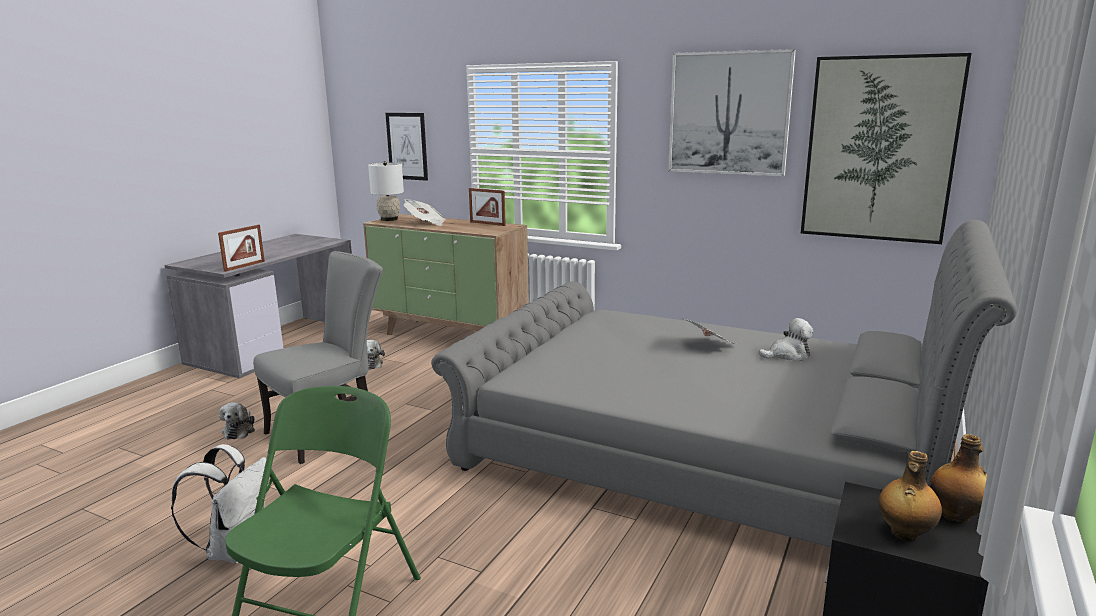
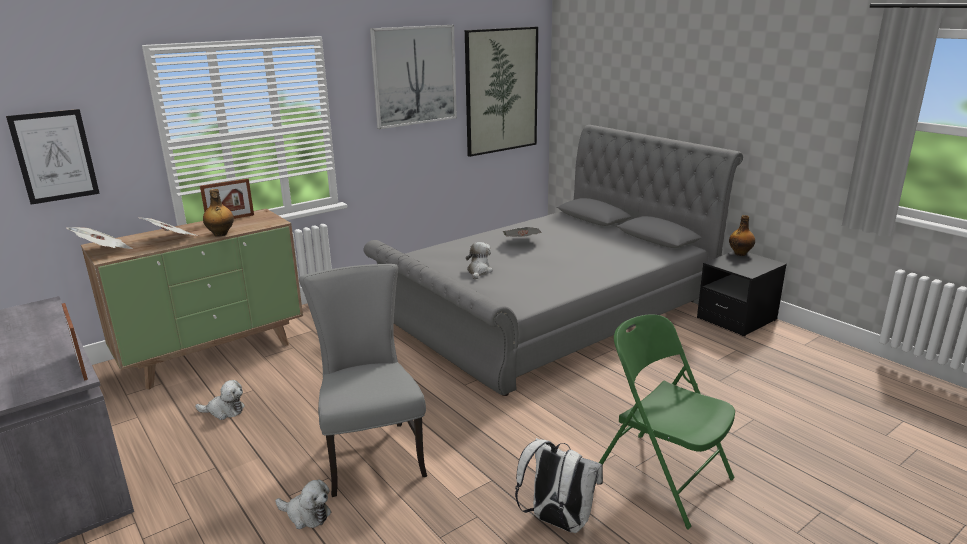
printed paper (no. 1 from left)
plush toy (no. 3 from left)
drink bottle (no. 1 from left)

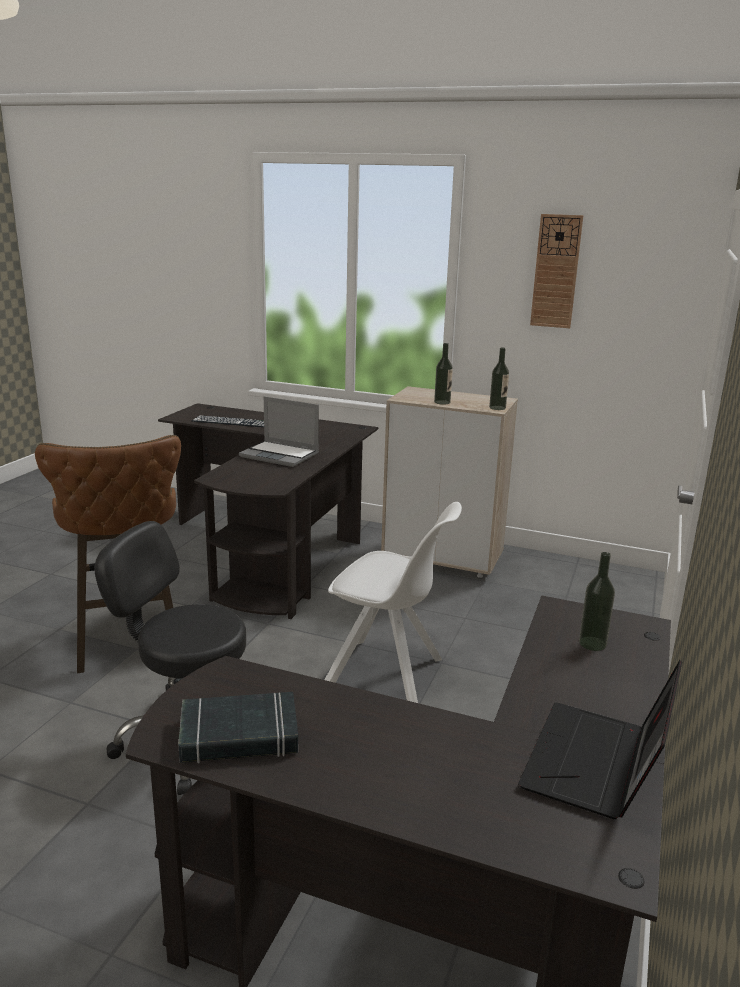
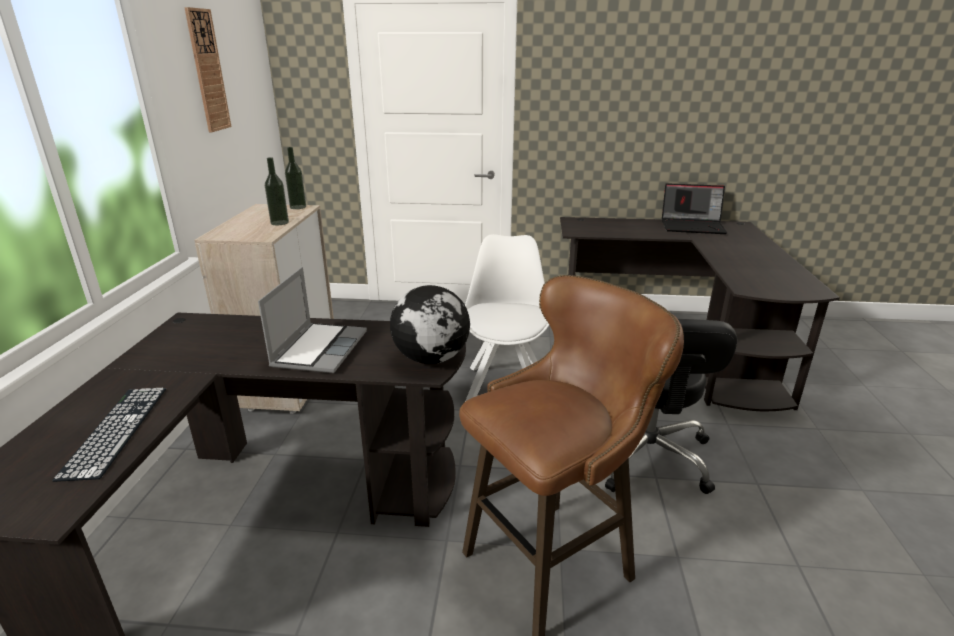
book (blackish)
drink bottle (no. 3 from left in the first image)
globe

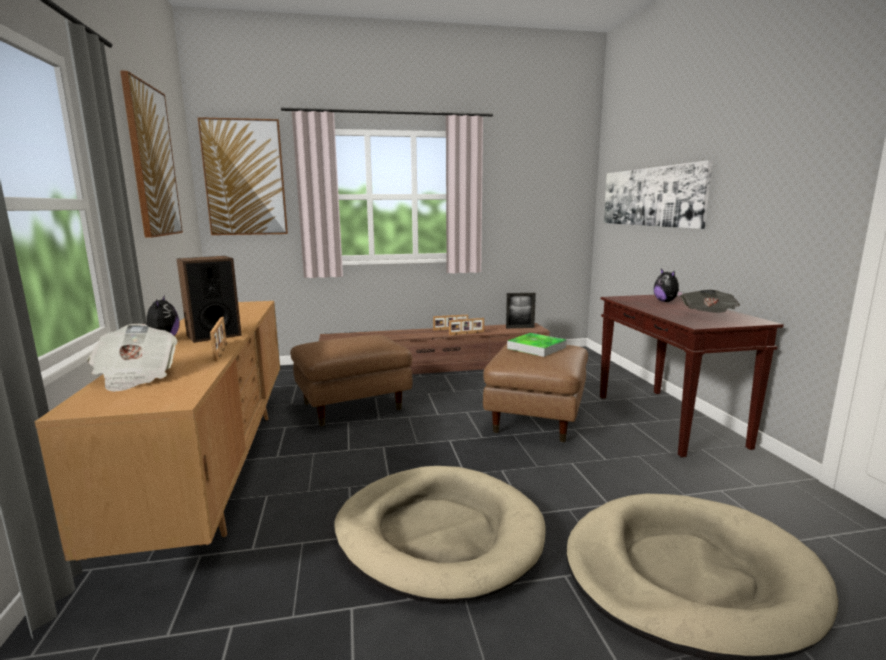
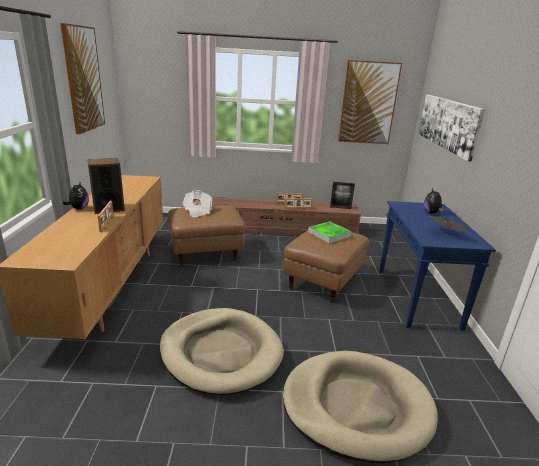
printed paper (no. 1 from left)
picture (no. 2 from left)
console table (bluish)

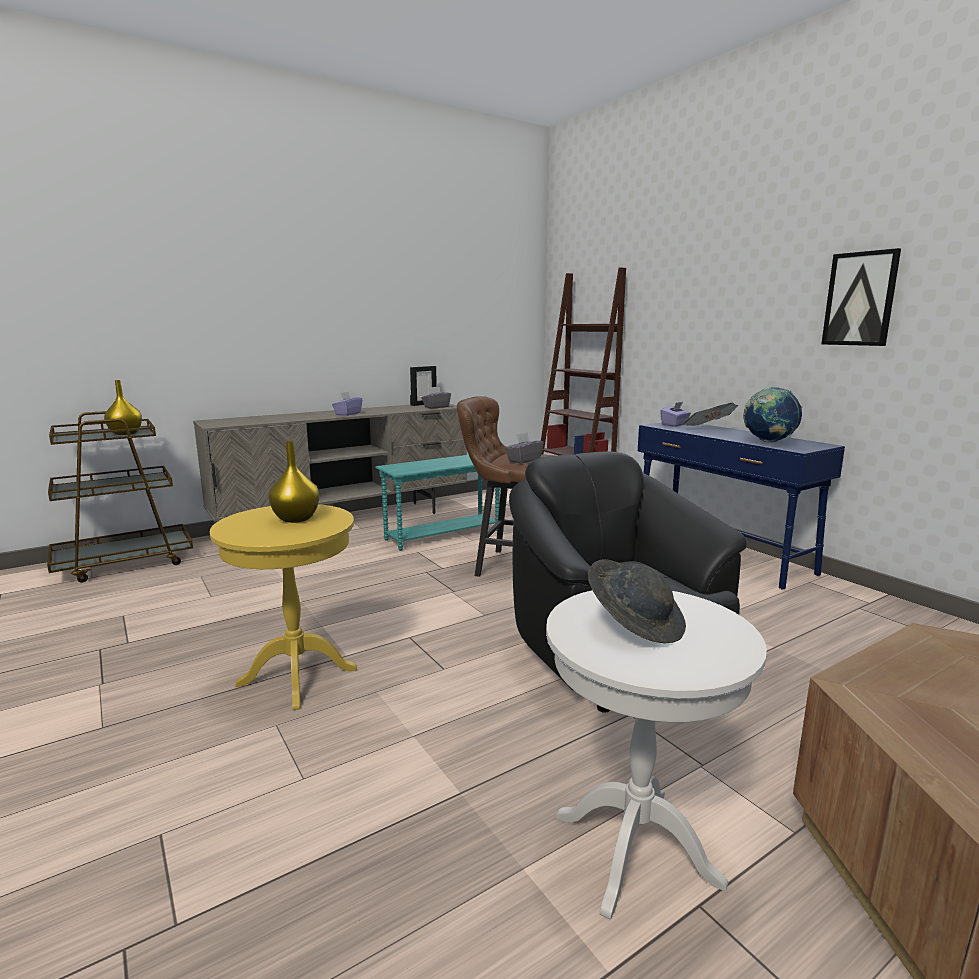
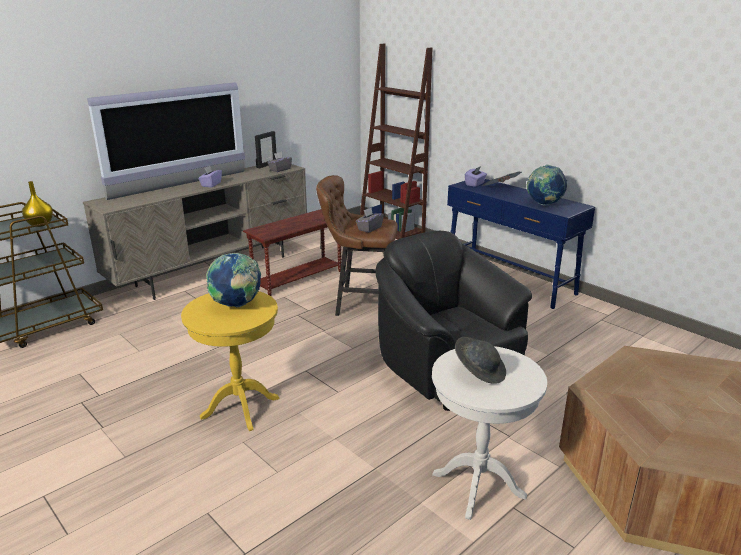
globe (no. 1 from left)
accent table (brownish)
picture
TV set

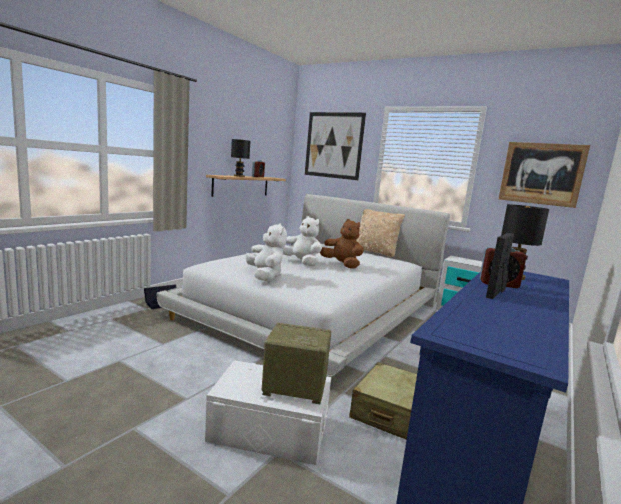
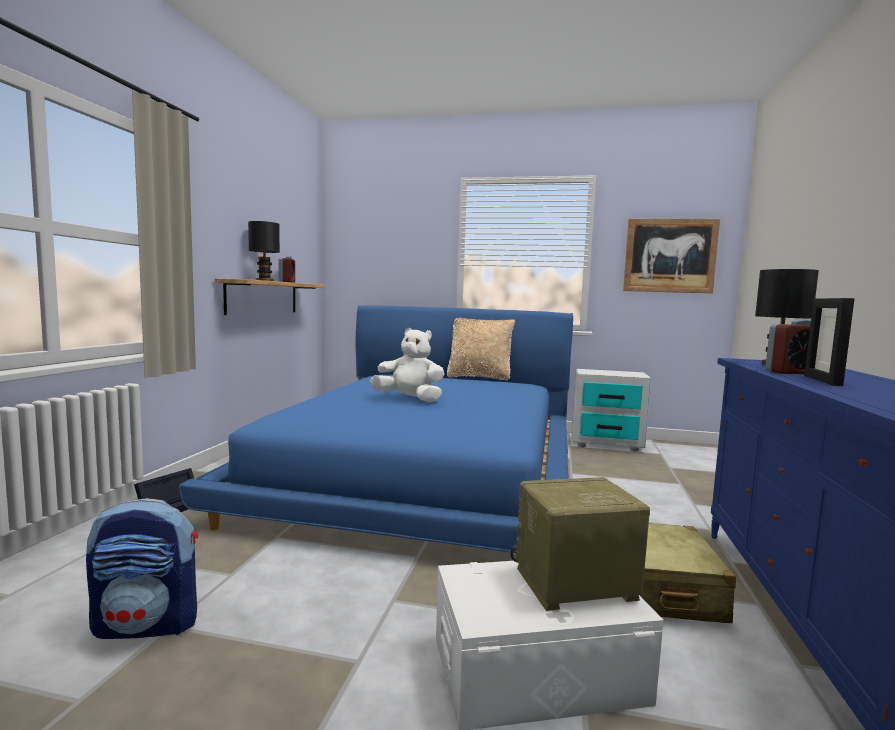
bed (bluish)
plush toy (white-coloured) (no. 1 from left in the first image)
picture (no. 1 from left in the first image)
plush toy (brownish)
backpack

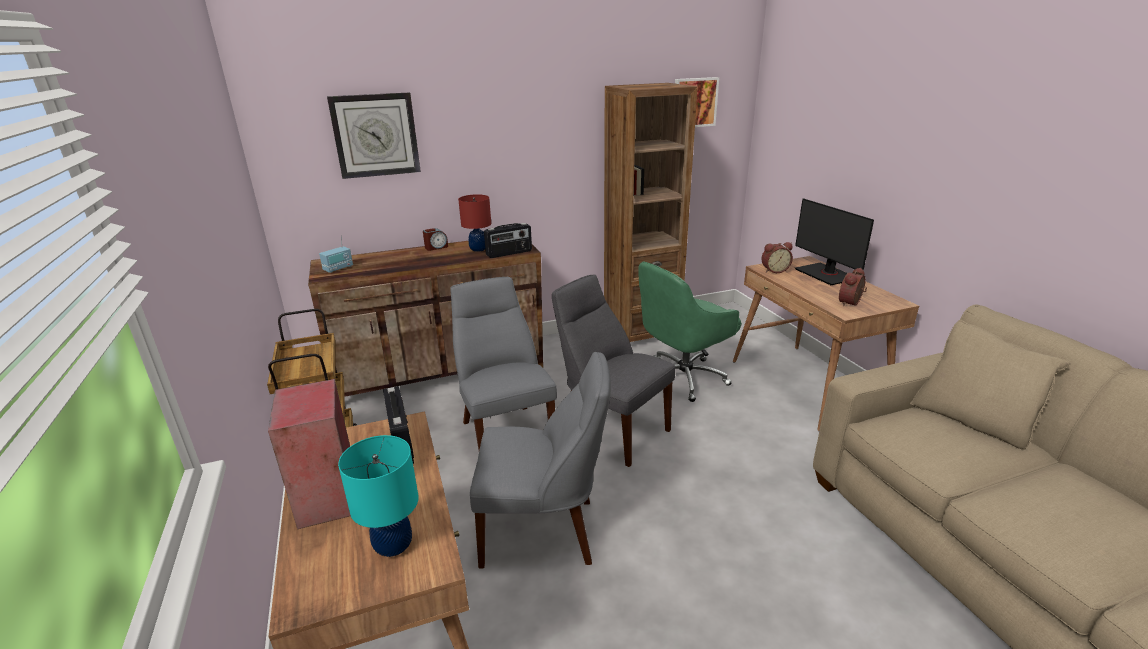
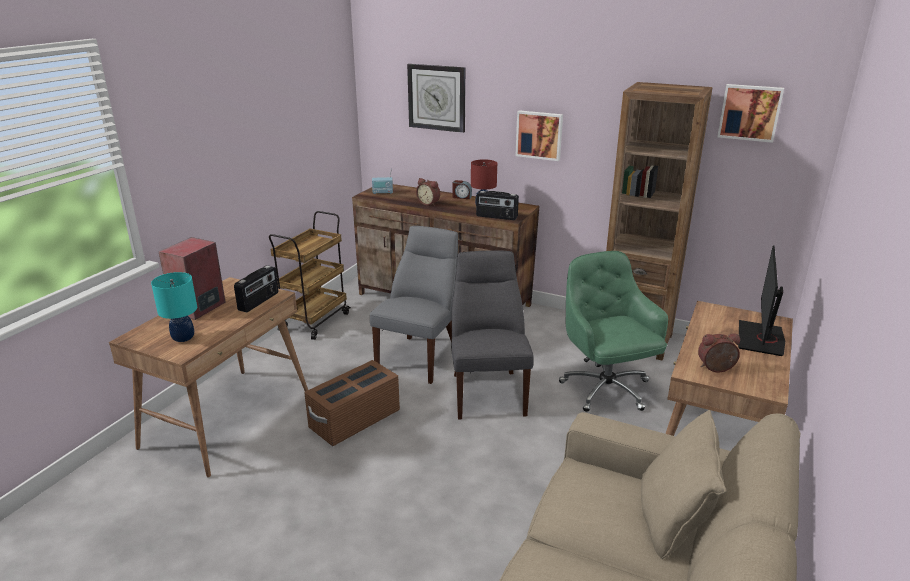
storage container (brownish)
computer chair (greenish)
bedside clock (no. 1 from left)
picture (no. 1 from left)

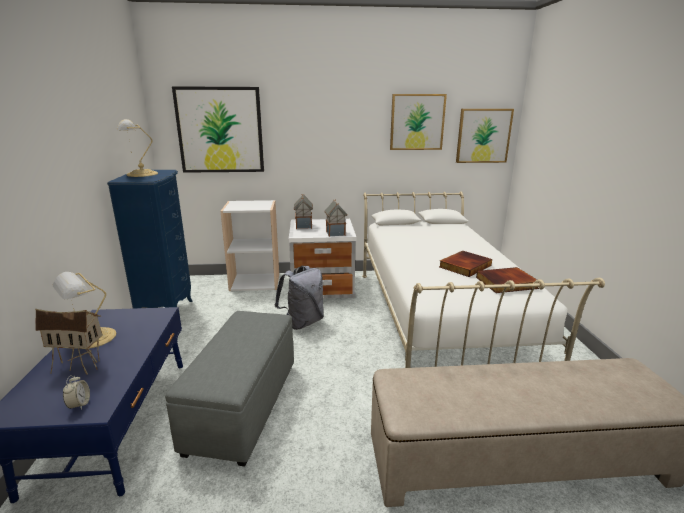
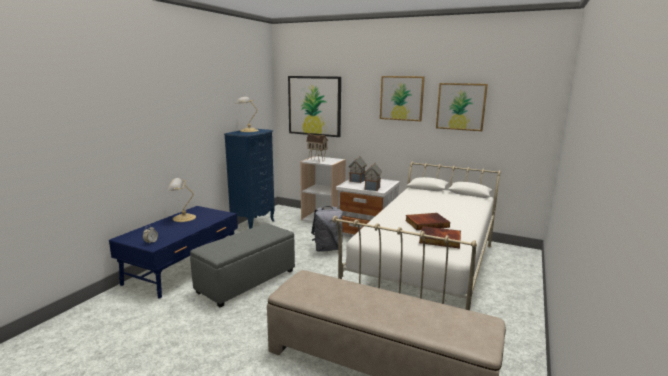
toy house (no. 1 from left)
picture (no. 2 from left)

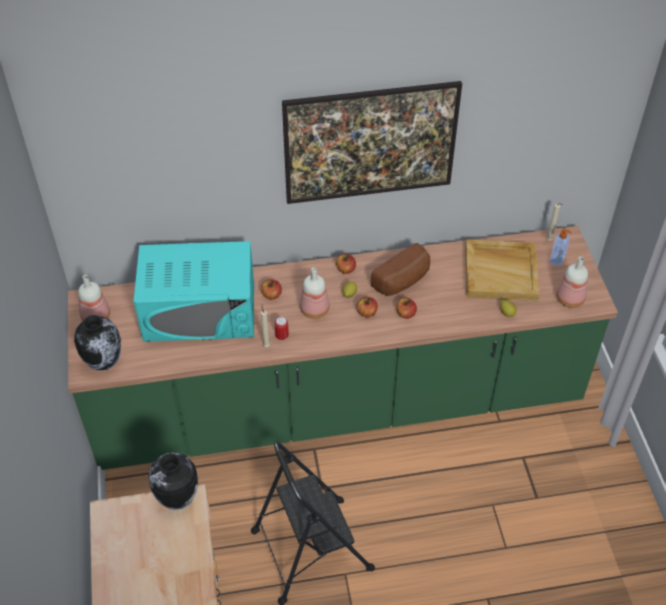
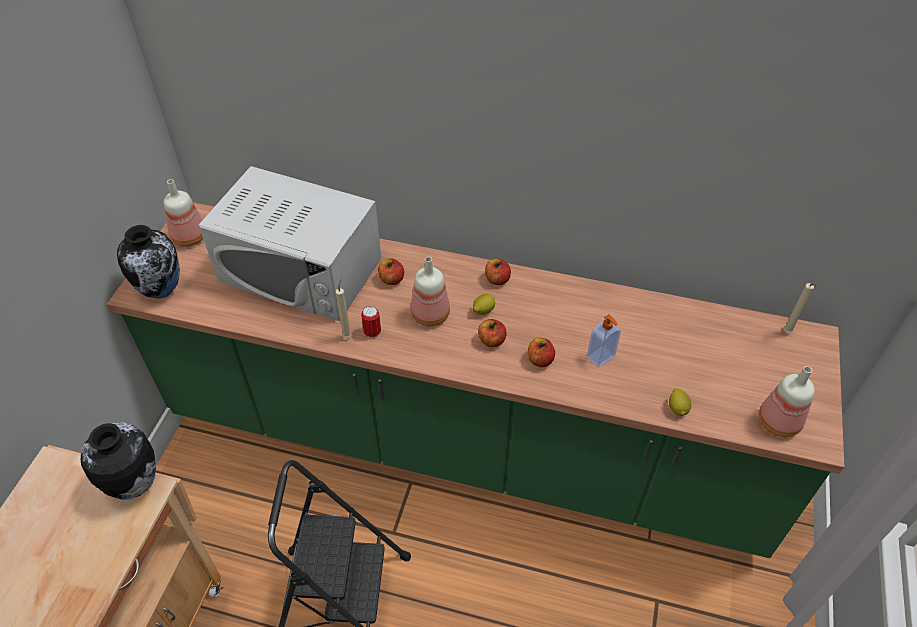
kitchen microwave (white-coloured)
picture
baked bread
serving tray (beige)
soap bottle

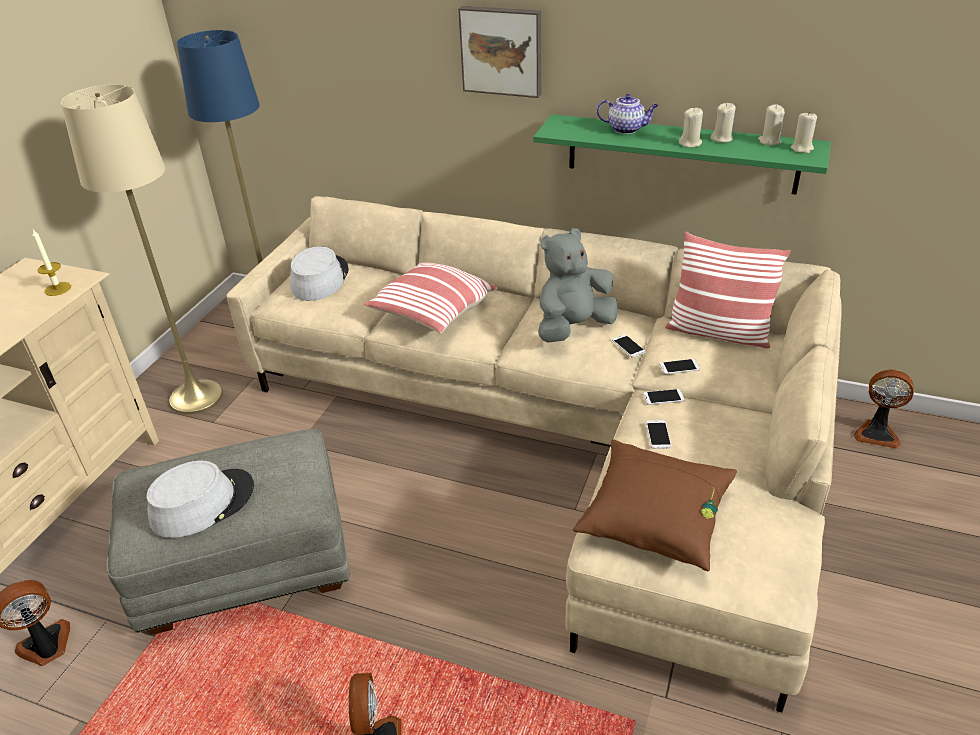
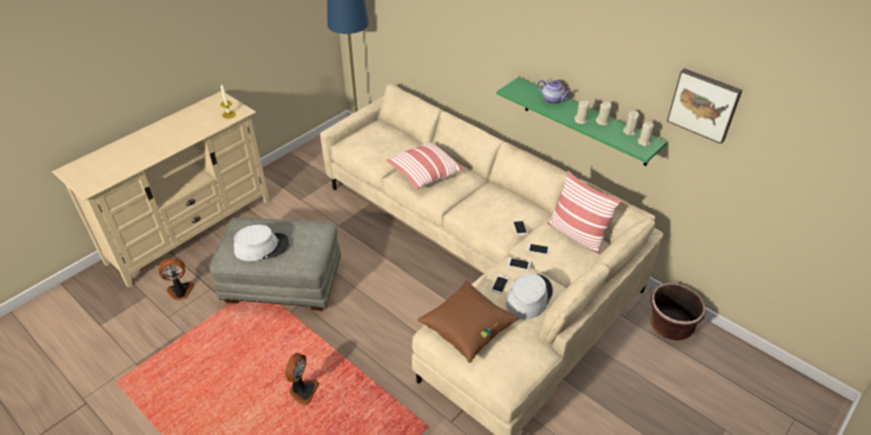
standing lamp (beige)
clothing hat (greyish) (no. 2 from left)
picture
plush toy (greyish)
plant pot (brownish)

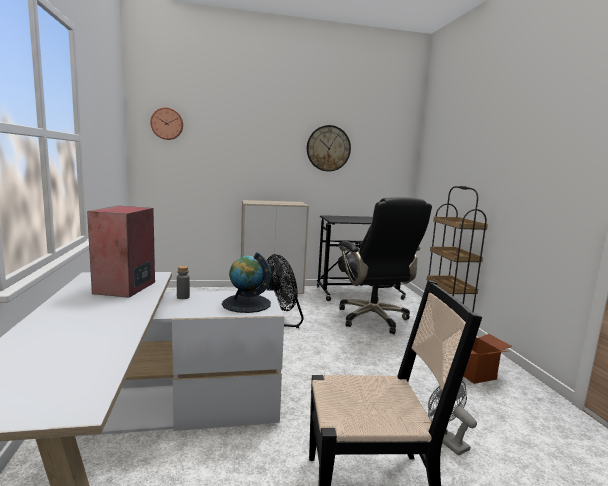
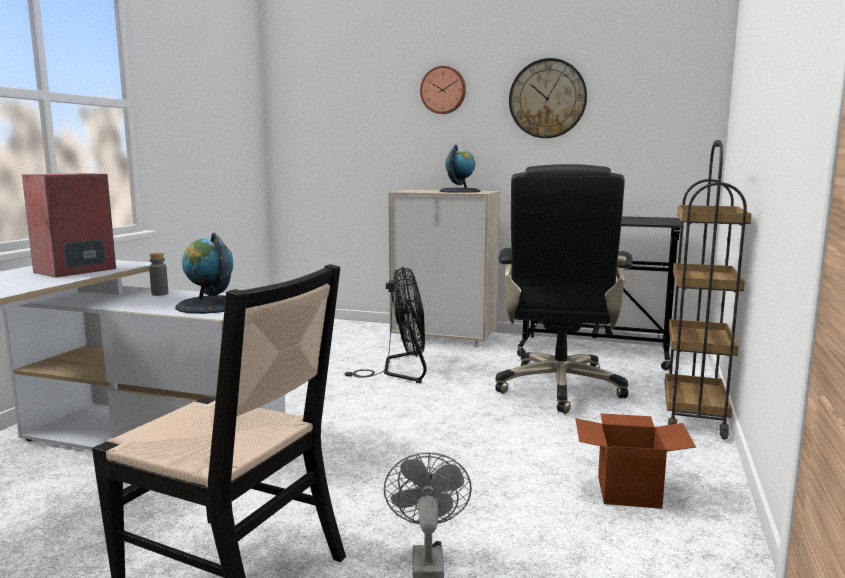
wall clock (no. 1 from left)
globe (no. 2 from left)

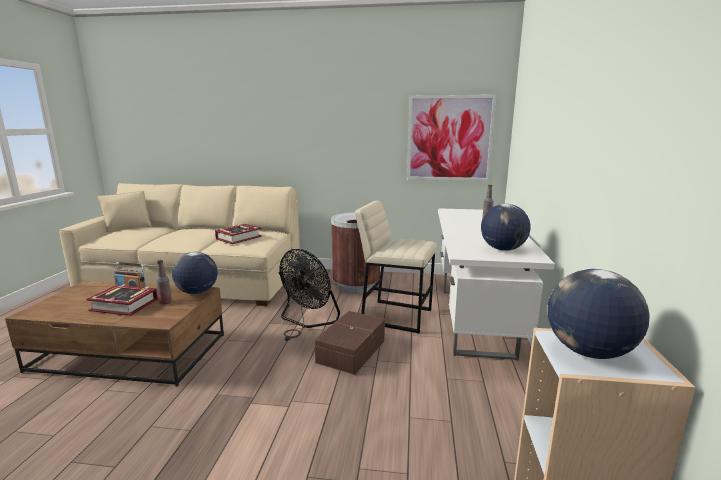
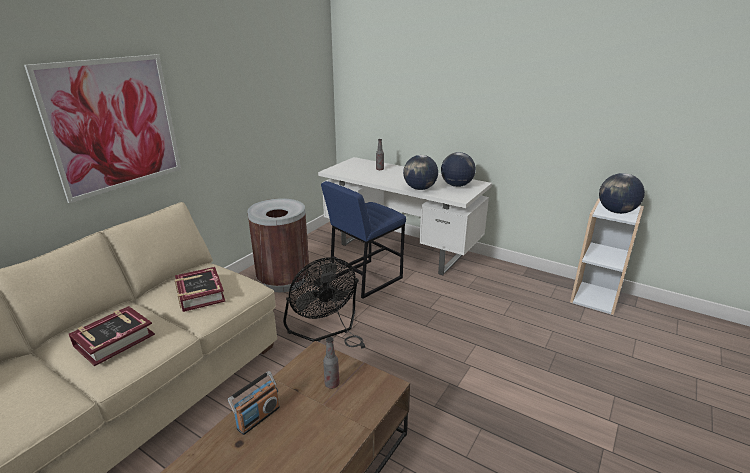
book (no. 1 from left)
globe (no. 1 from left)
storage container (brownish)
plain chair (bluish)
picture

